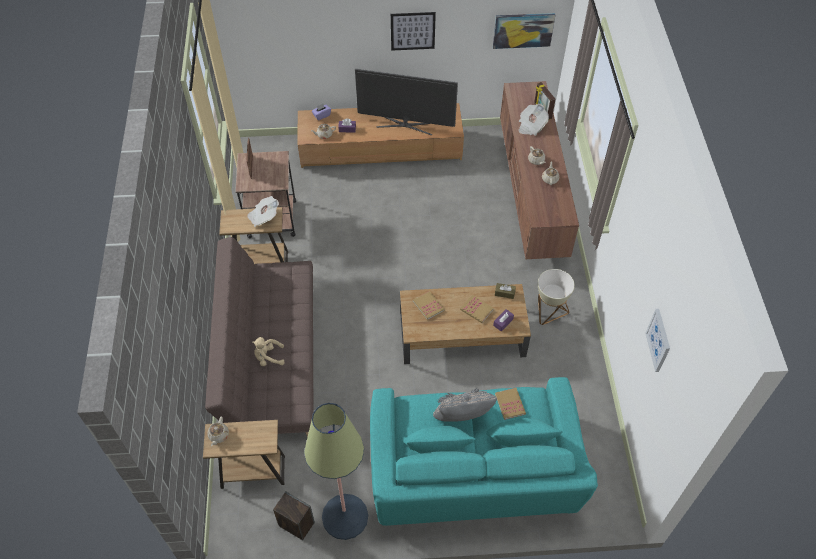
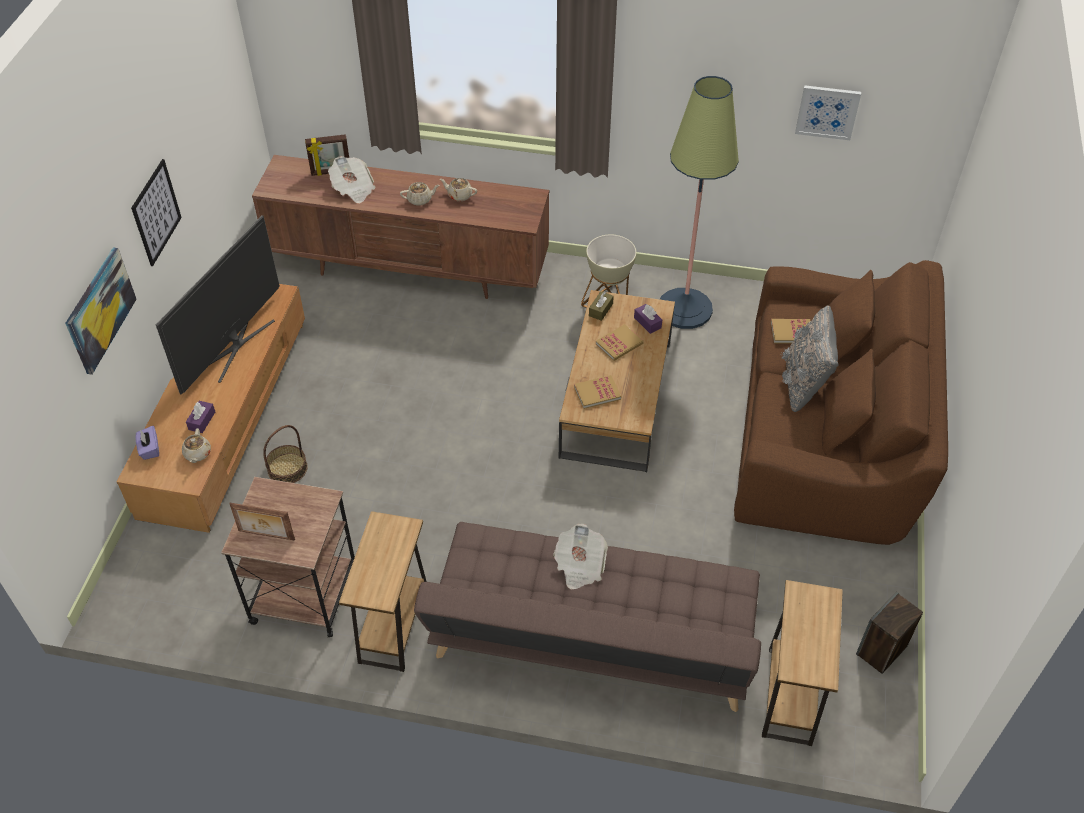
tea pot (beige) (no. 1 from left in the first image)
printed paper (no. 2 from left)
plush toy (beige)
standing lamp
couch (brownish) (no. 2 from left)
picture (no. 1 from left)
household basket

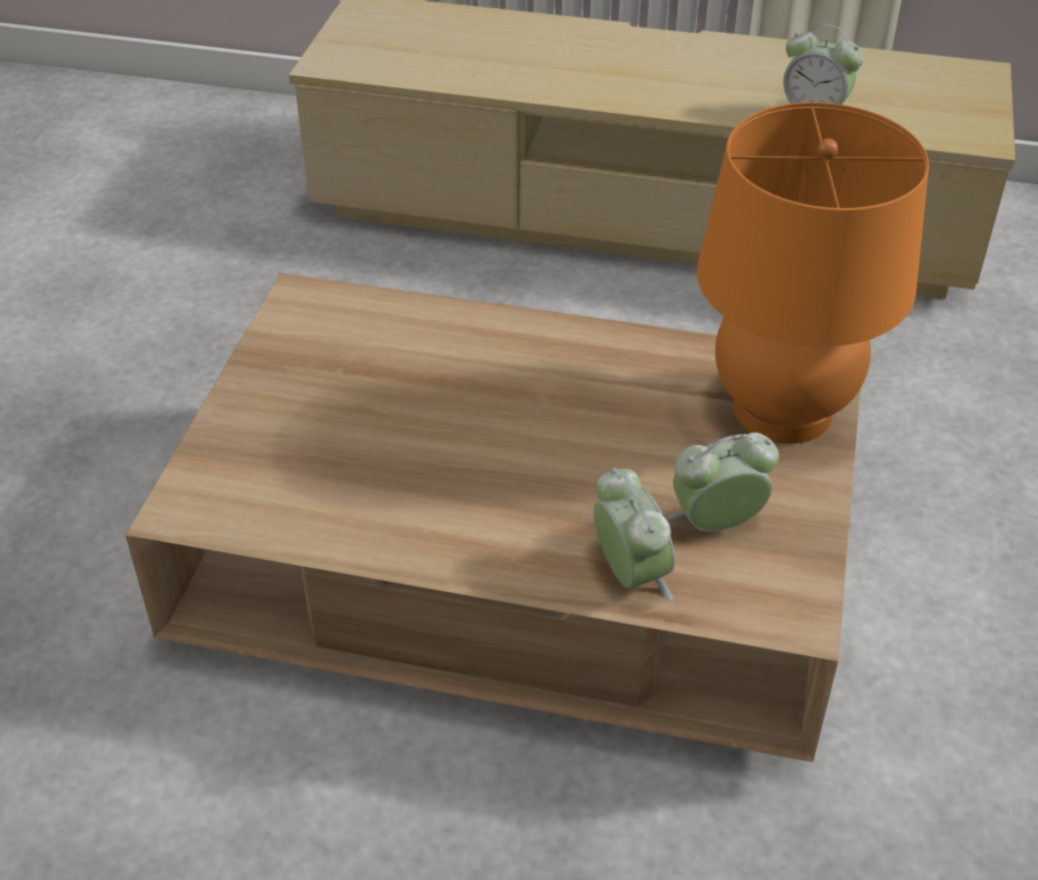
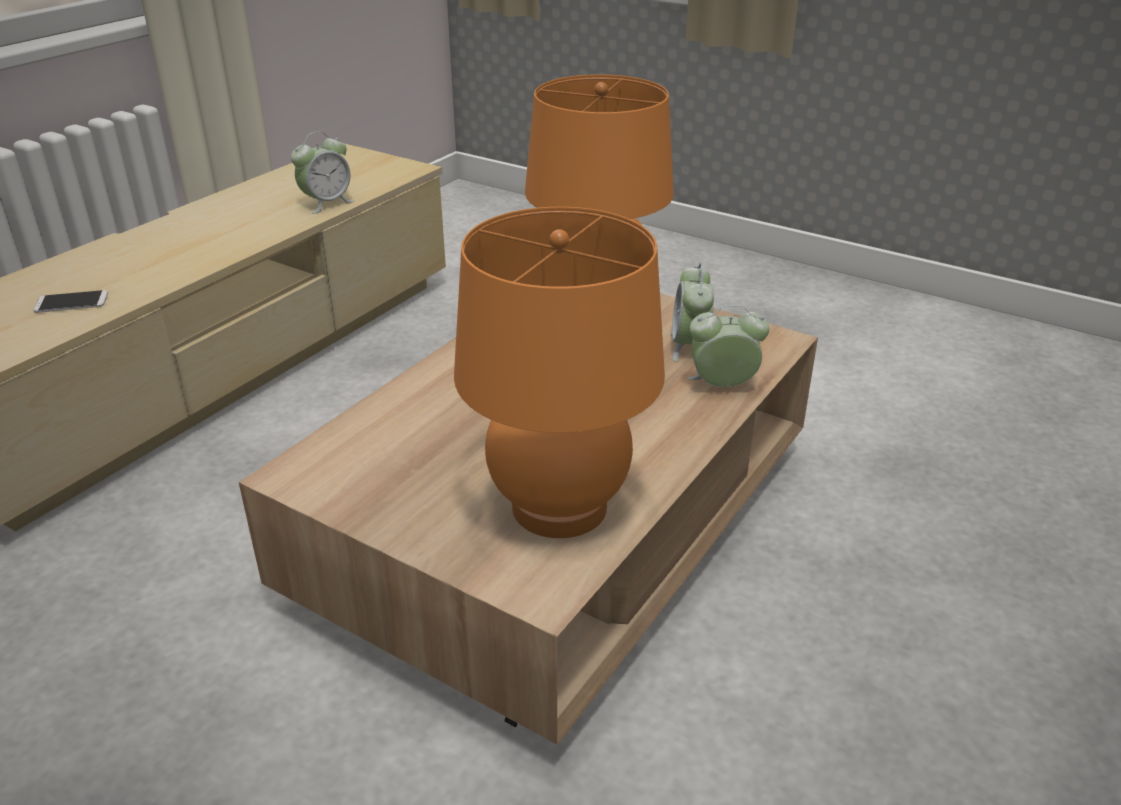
handset
tabletop lamp (orange-coloured) (no. 1 from left)

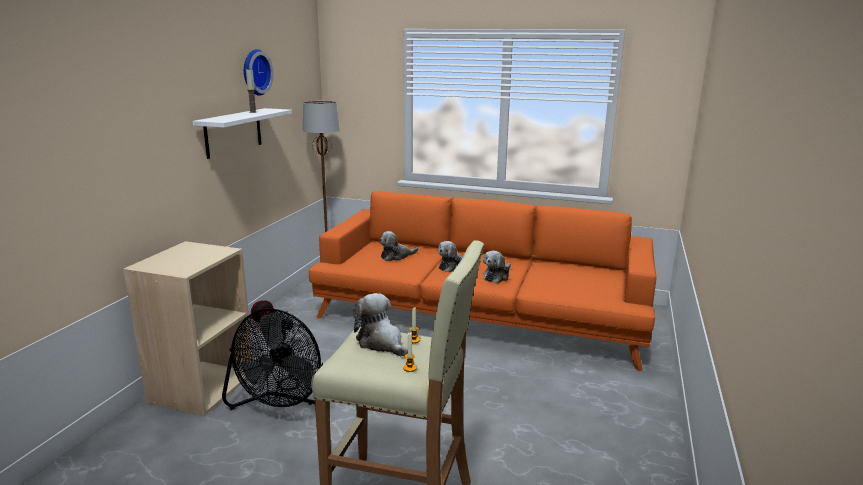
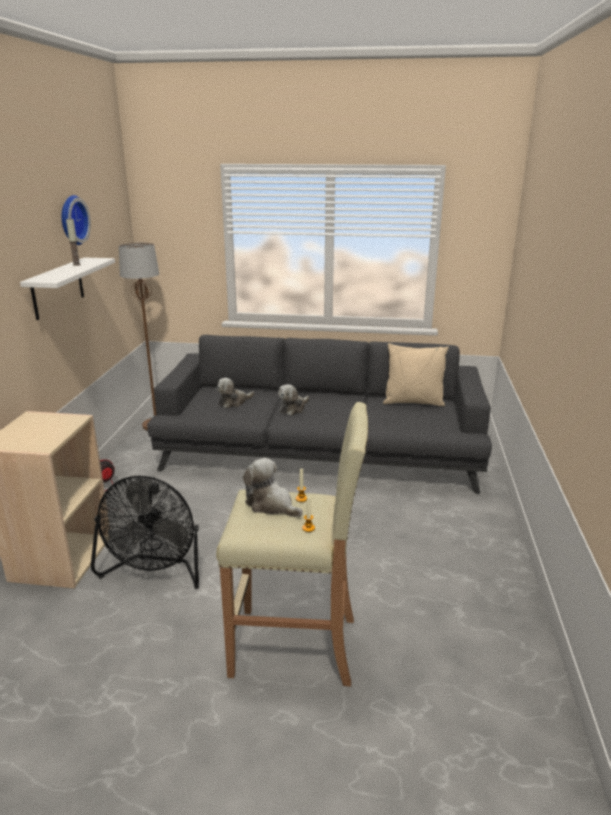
couch (greyish)
plush toy (no. 4 from left in the first image)
throw pillow (beige)

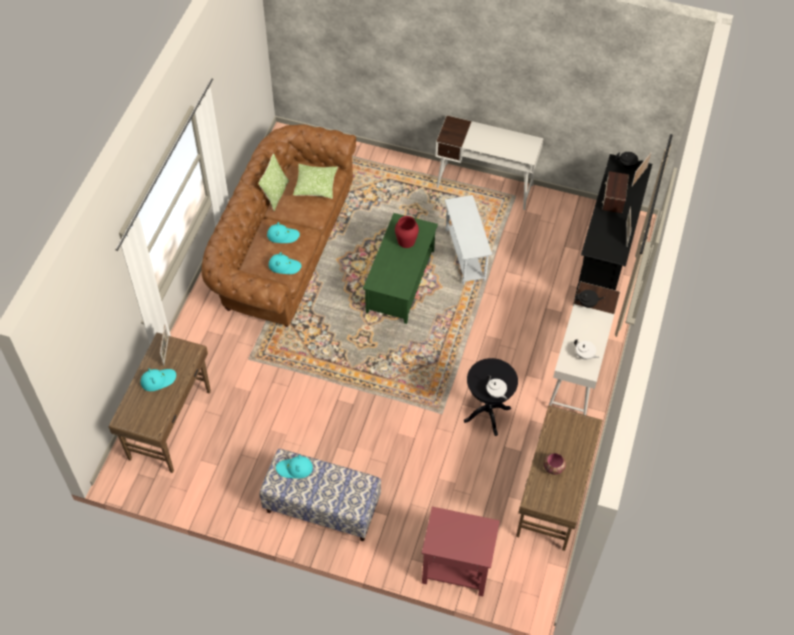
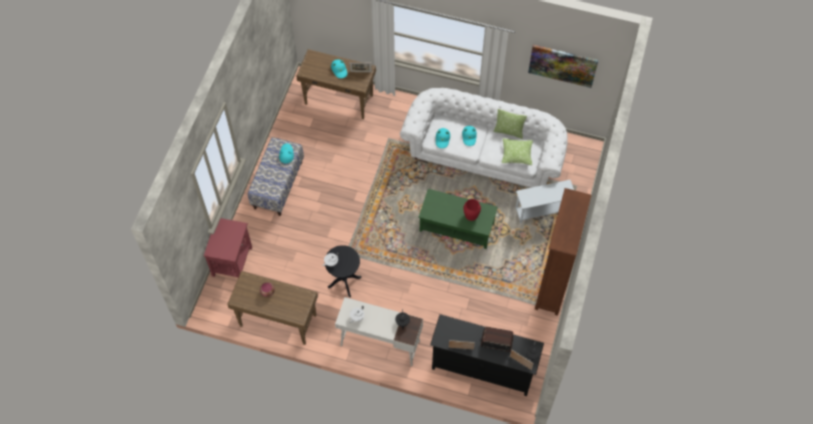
couch (white-coloured)
bookcase (brownish)
accent table (white-coloured)
picture

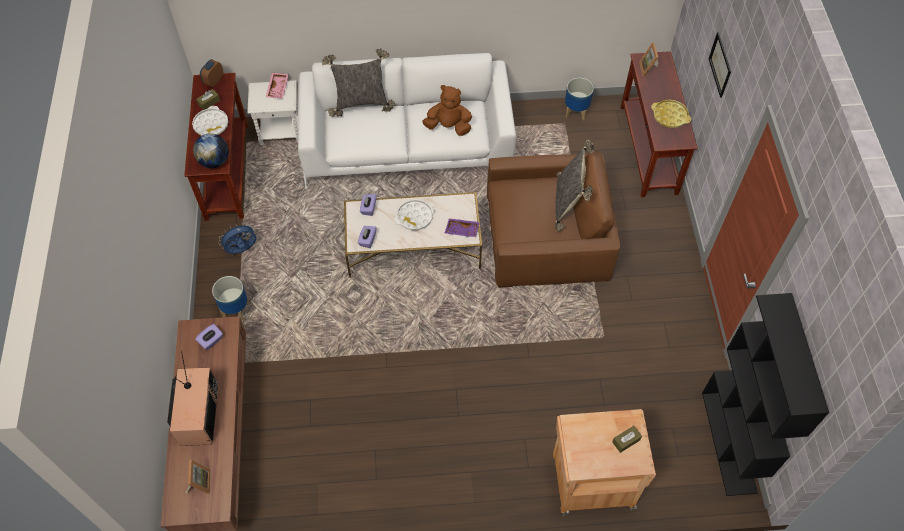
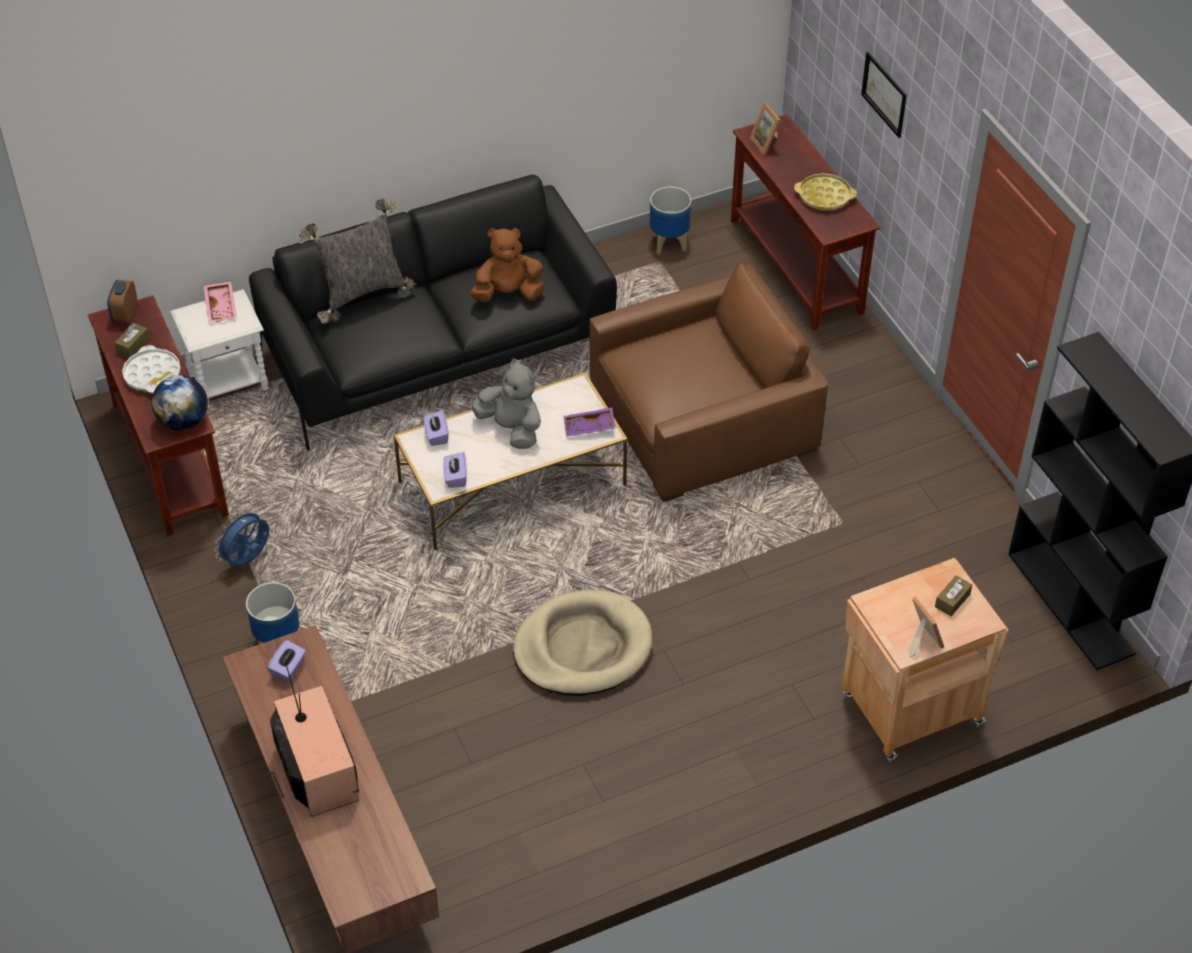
standing frame (no. 2 from left)
couch (blackish)
plush toy (greyish)
throw pillow (no. 2 from left in the first image)
pet bed (beige)

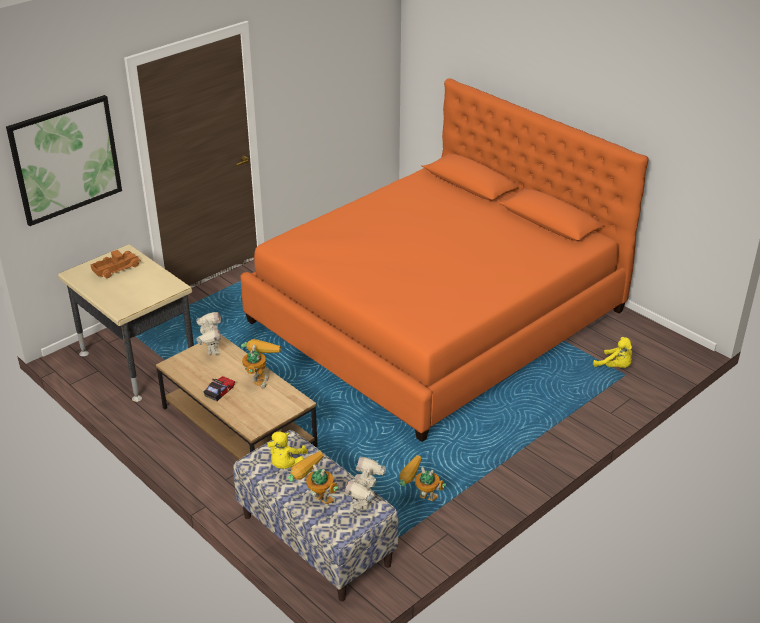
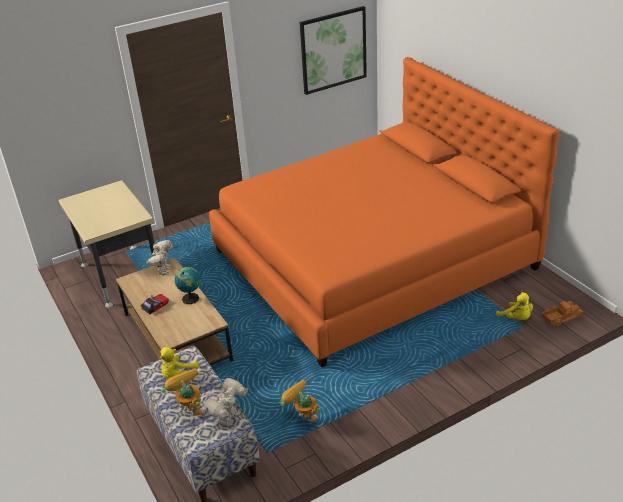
picture
toy lorry
globe

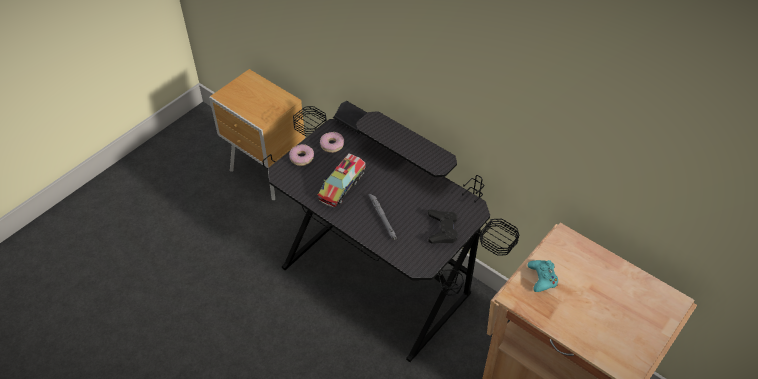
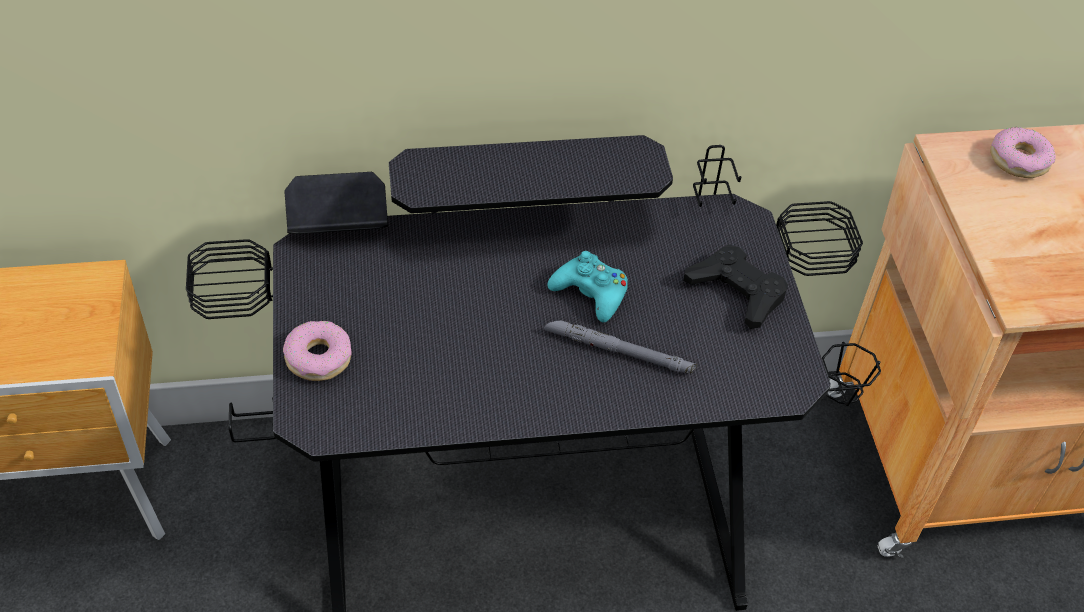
toy lorry
doughnut (no. 2 from left)
game controller (turquoise)

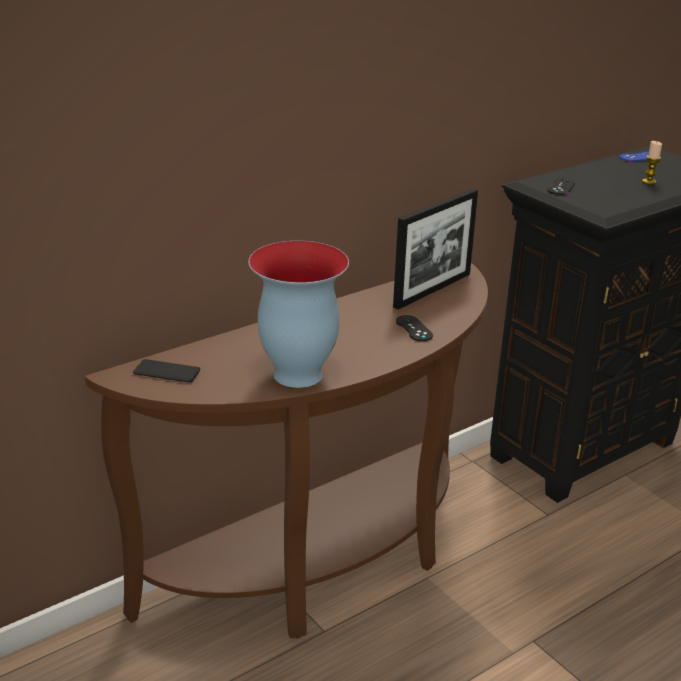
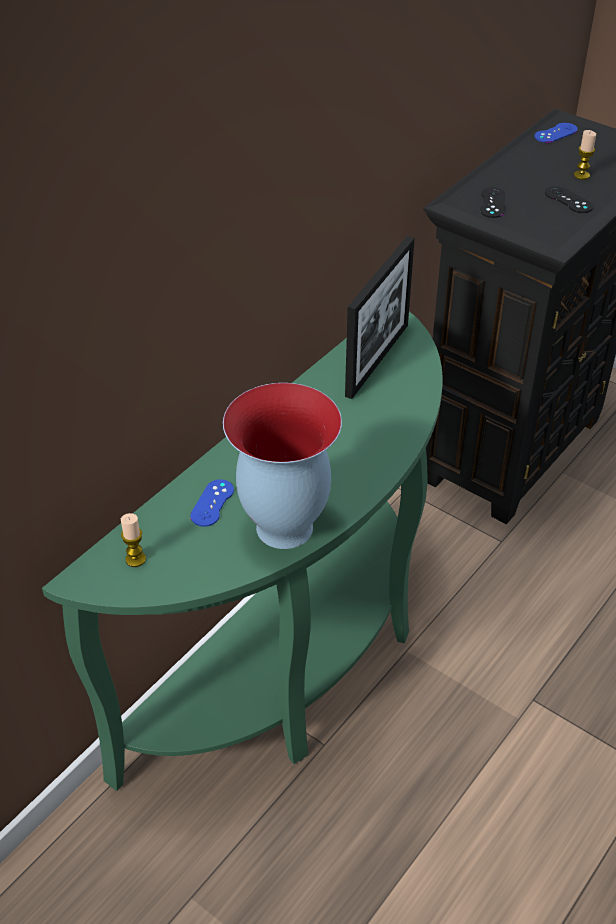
console table (greenish)
wax candle (no. 1 from left)
game controller (blackish) (no. 2 from left)
game controller (bluish) (no. 1 from left)

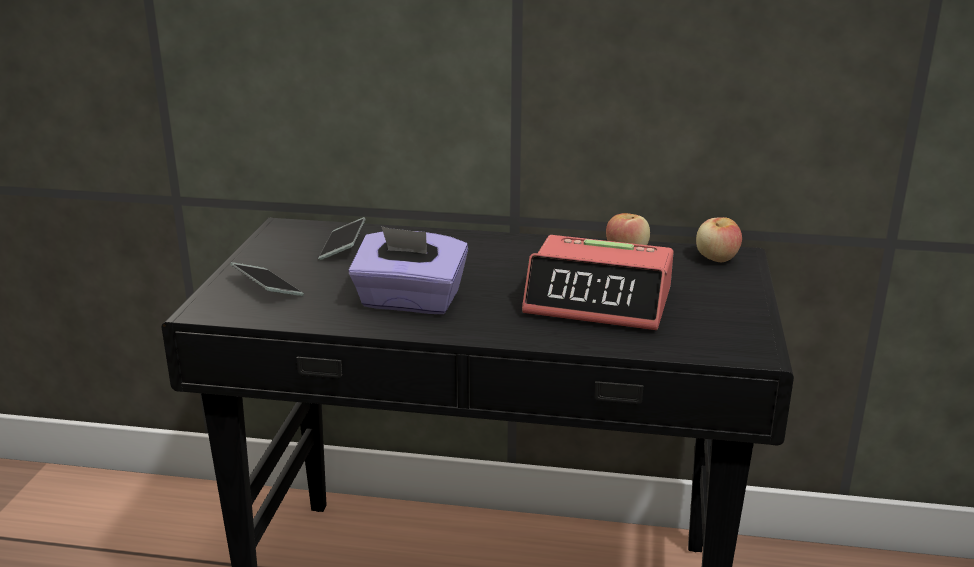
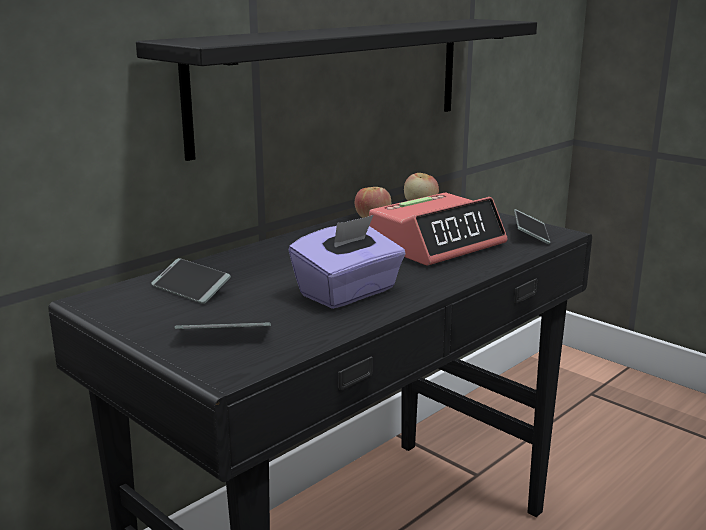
shelf (blackish)
handset (no. 3 from left)

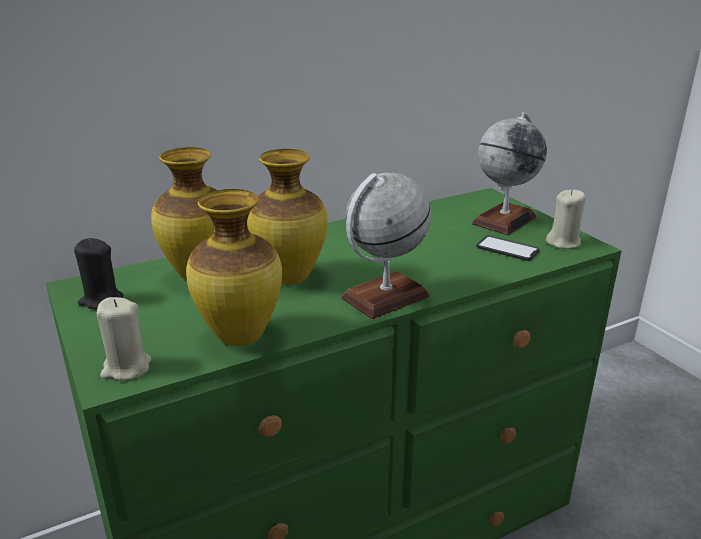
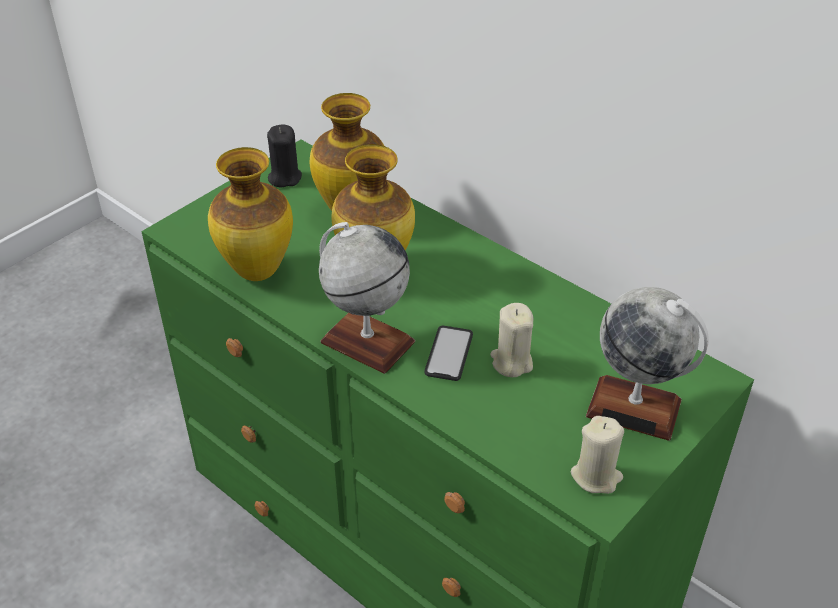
wax candle (beige) (no. 1 from left)
handset

